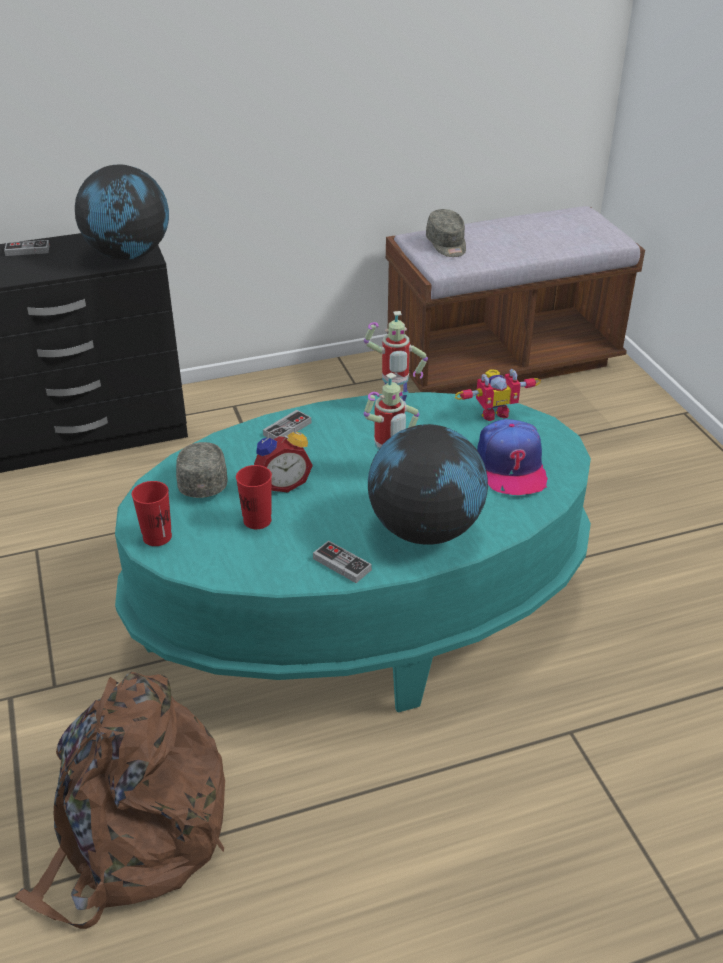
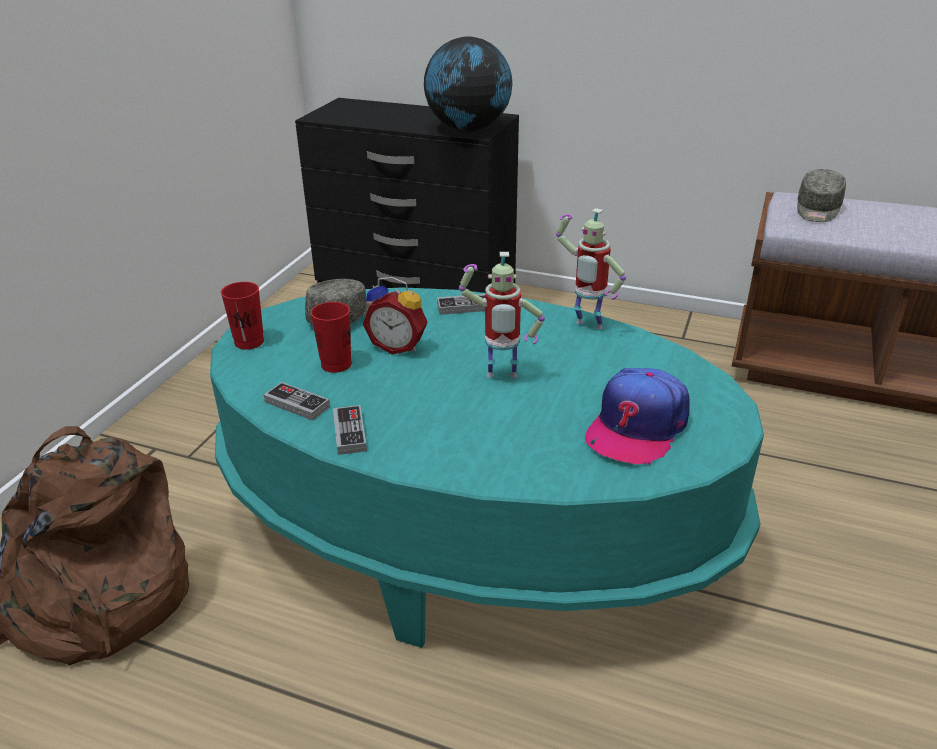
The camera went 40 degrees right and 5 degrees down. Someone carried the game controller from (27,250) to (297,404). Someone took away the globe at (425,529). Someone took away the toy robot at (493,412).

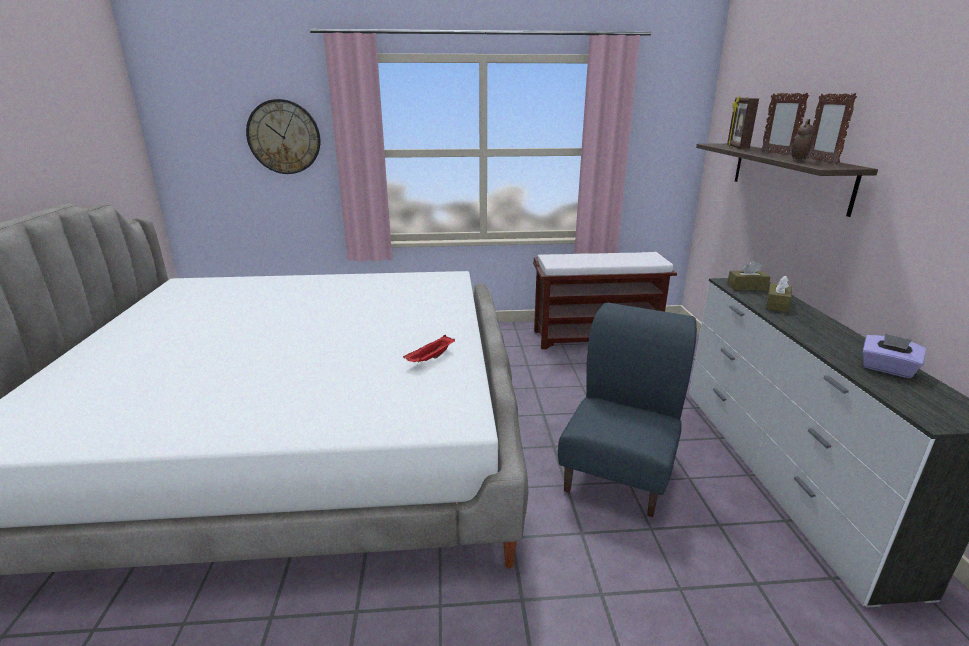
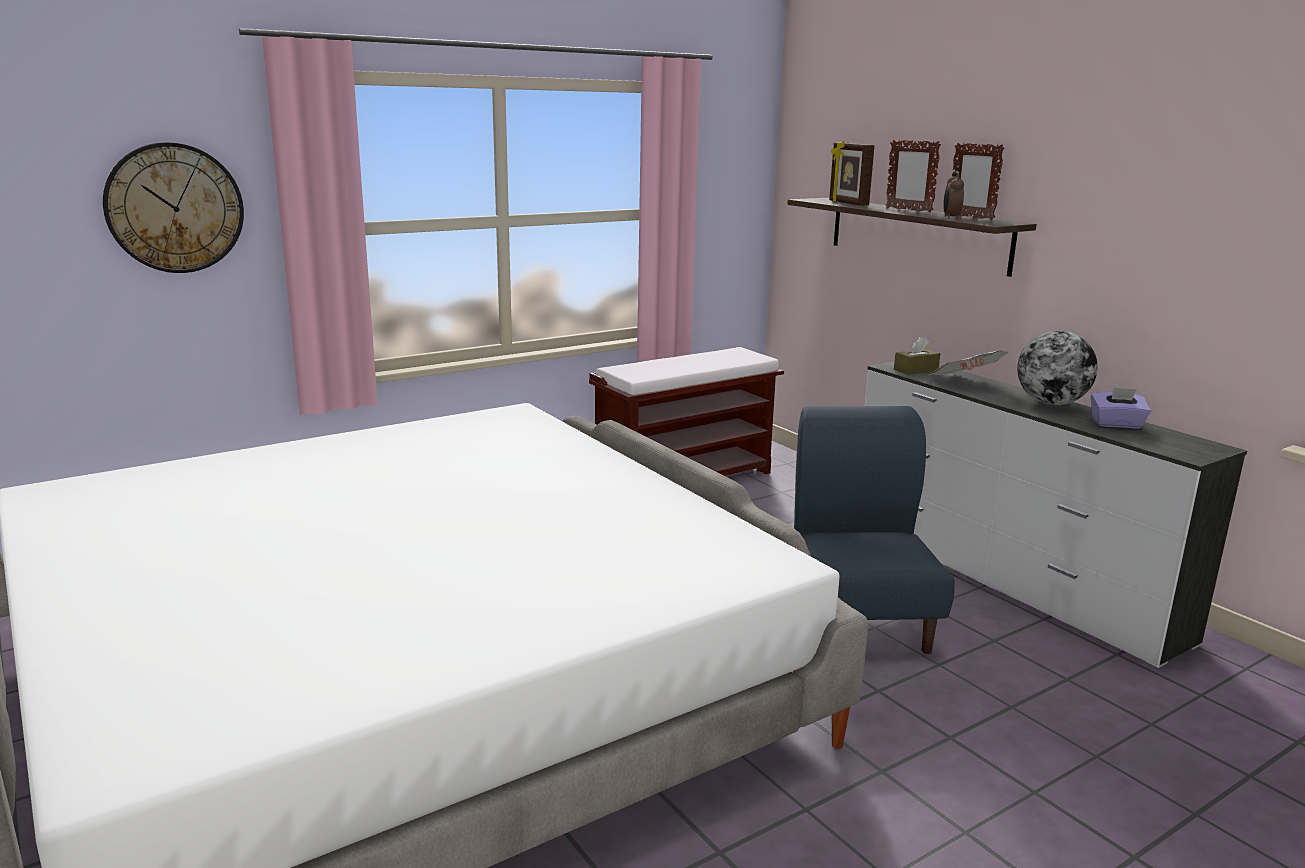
The camera went 30 degrees left and 5 degrees down. Someone swapped the tissue box in brown at (777,304) for the newspaper at (964,383). Someone put down the globe at (1051,403). Someone took away the tray in red at (430,359).

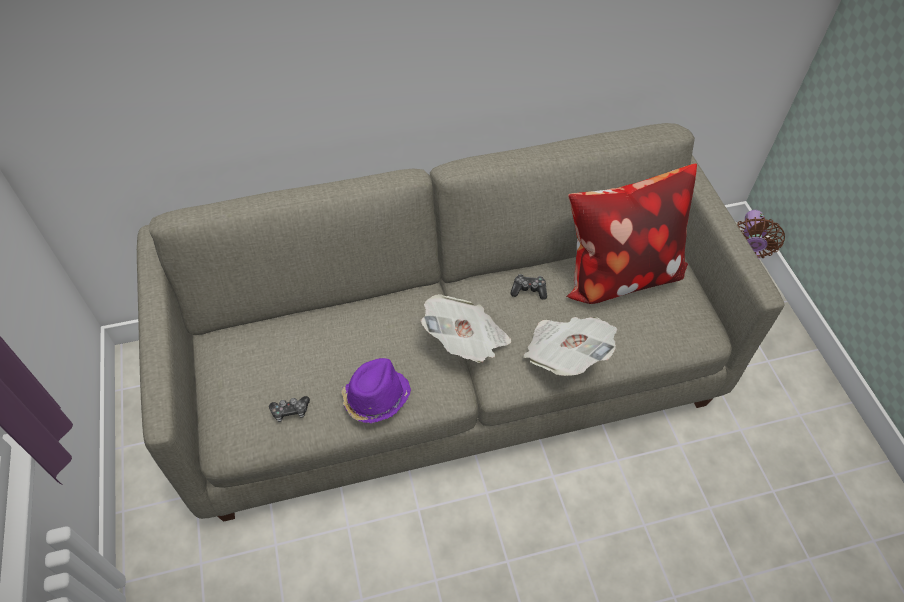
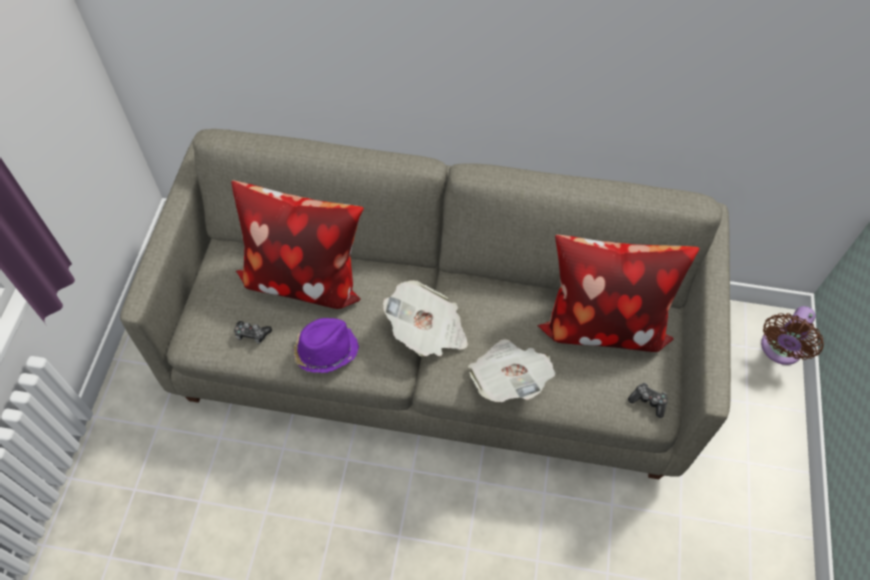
The camera went 25 degrees right and 5 degrees up. Someone put down the pillow at (303,277). Someone carried the game controller from (528,290) to (648,401).

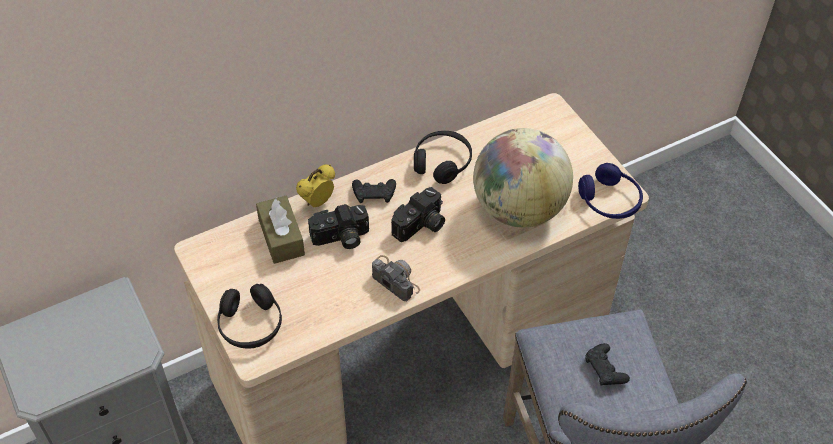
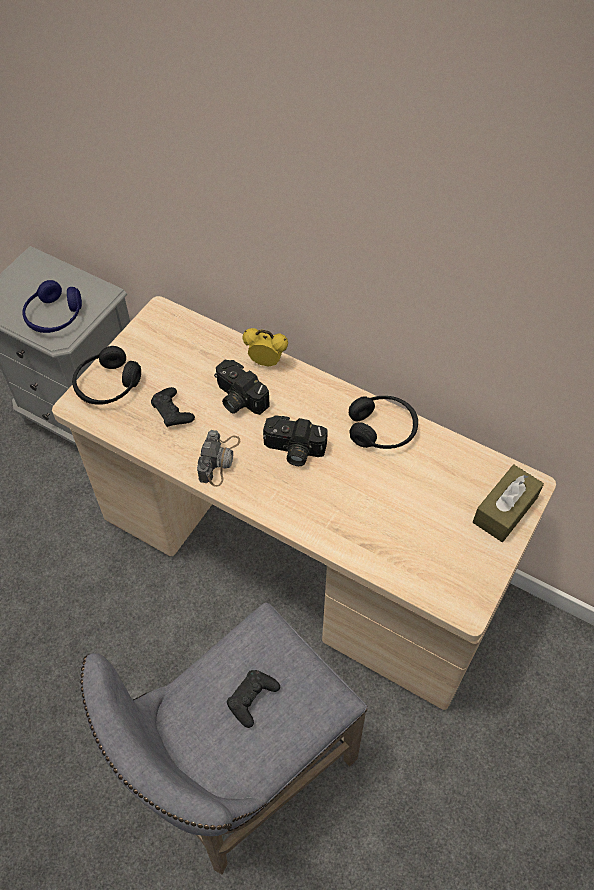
The camera went 60 degrees right and 5 degrees up. Someone carried the headphones in blue from (609,201) to (54,316). Someone carried the game controller in black from (374,193) to (172,411). Someone carried the tissue box in brown from (281,237) to (505,510). Someone took away the globe at (518,208).

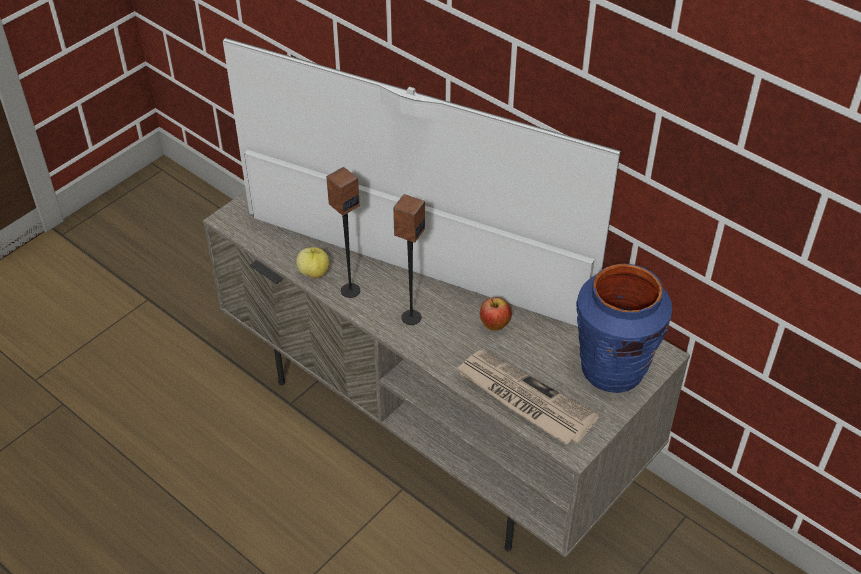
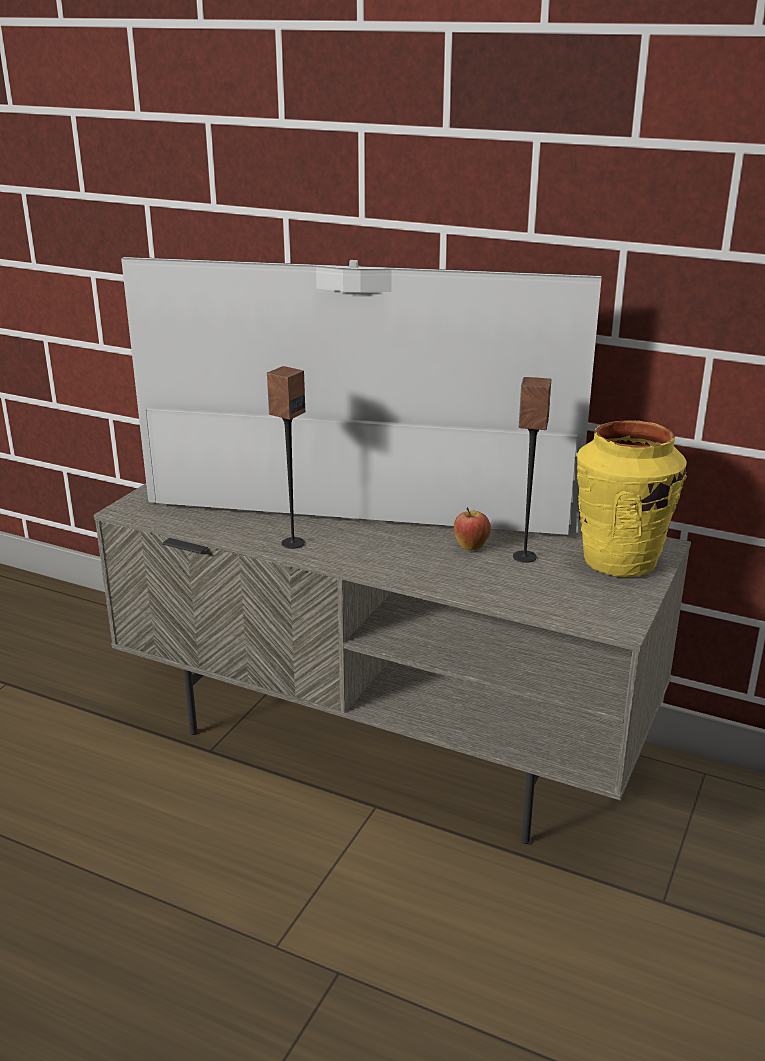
The camera went 15 degrees left and 20 degrees down. Someone carried the speaker from (411,317) to (524,557). Someone repainted the vase in blue at (612,369), which became the vase in yellow at (619,561). Someone took away the apple at (314,273). Someone took away the newspaper at (523,399).

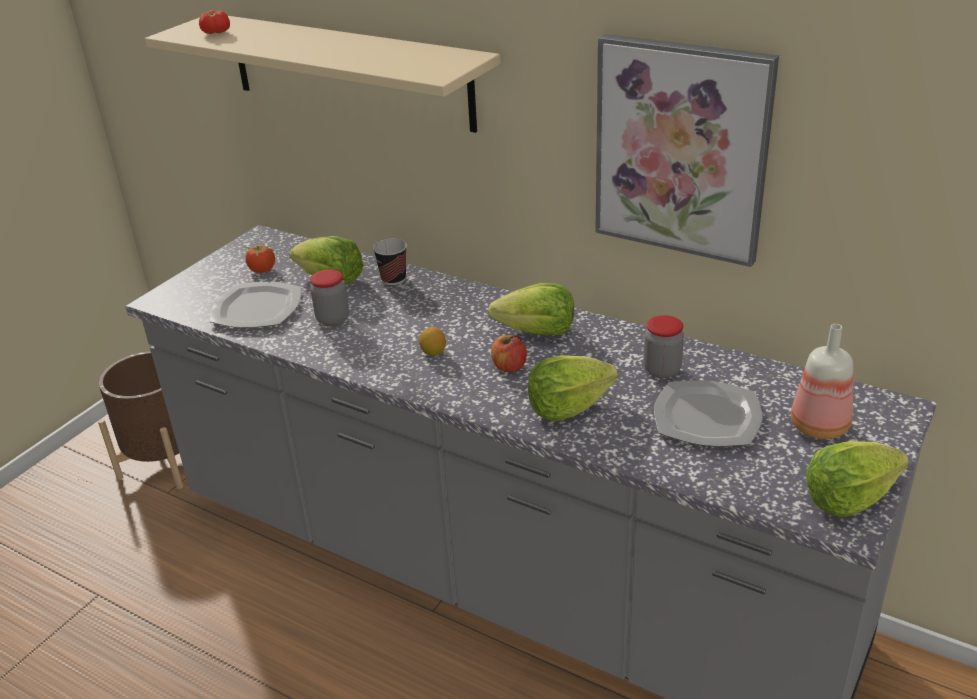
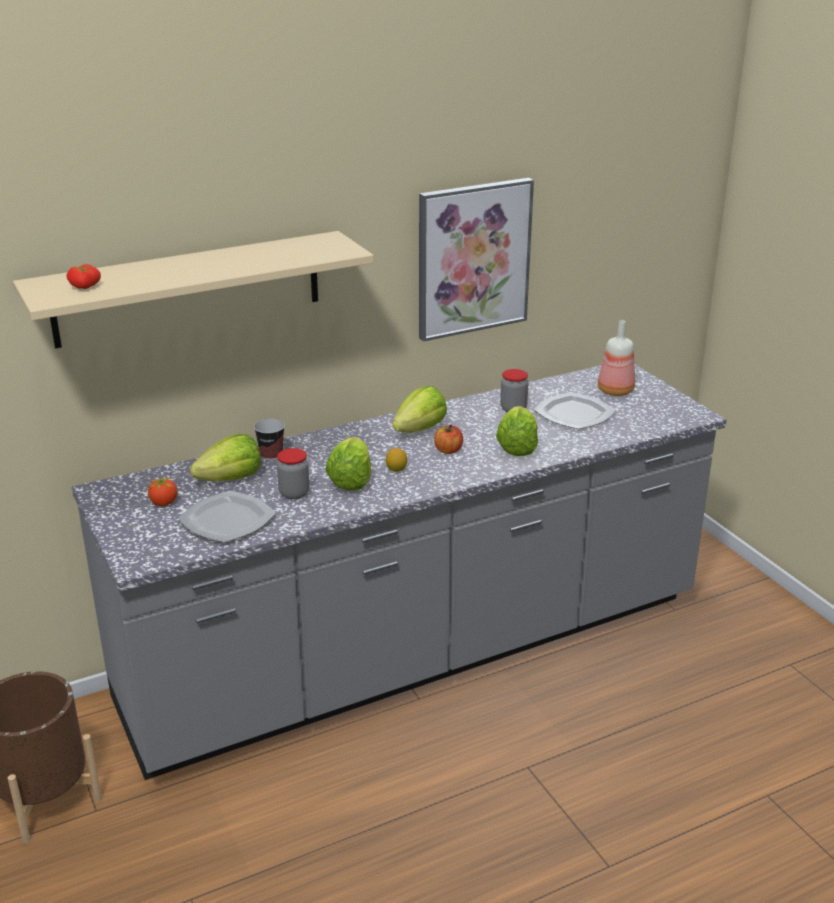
The camera went 60 degrees left and 5 degrees down. Someone carried the lettuce from (849,499) to (351,480).

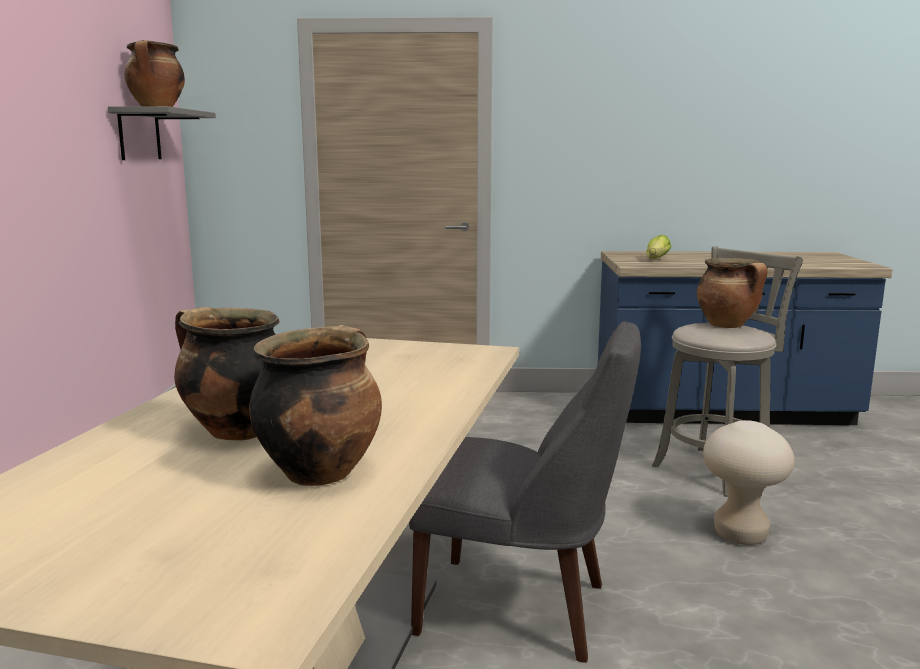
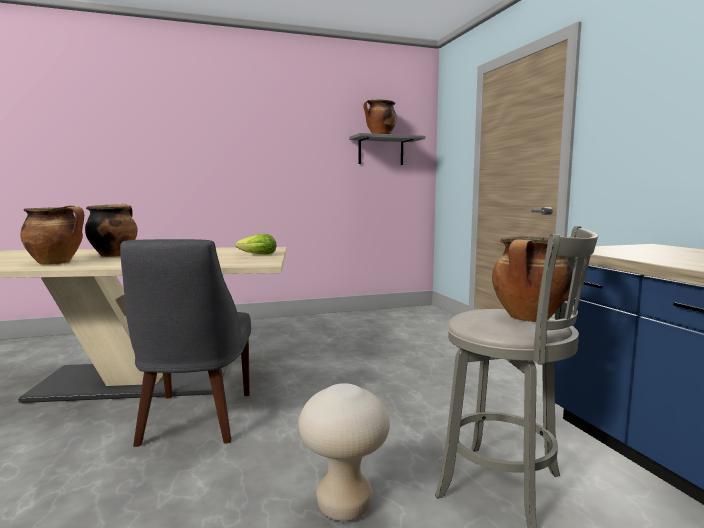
The camera went 70 degrees right and 5 degrees down. Someone carried the lettuce from (656,259) to (256,254).

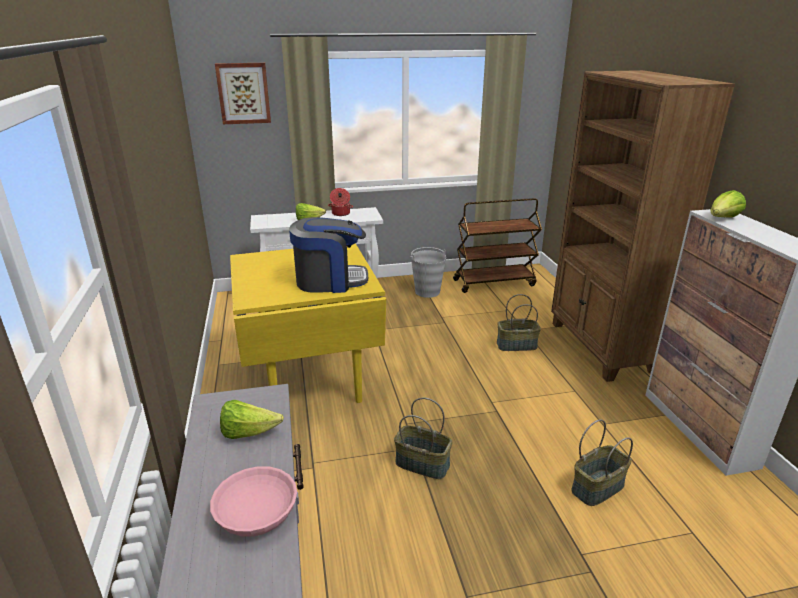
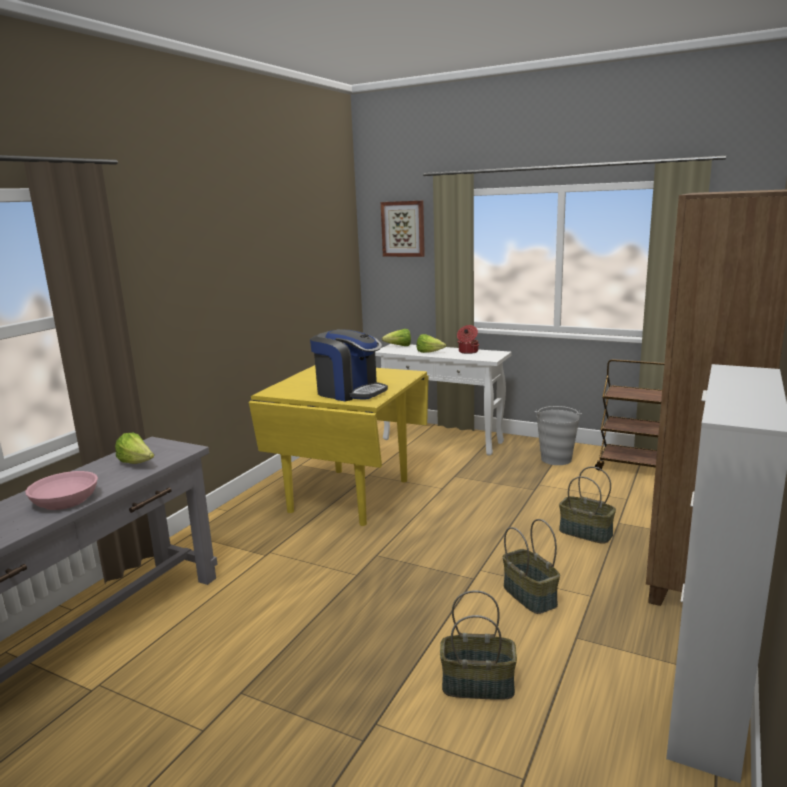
The camera went 40 degrees right and 10 degrees down. Someone carried the lettuce from (722,219) to (399,346). Someone carried the basket from (423,463) to (530,596).

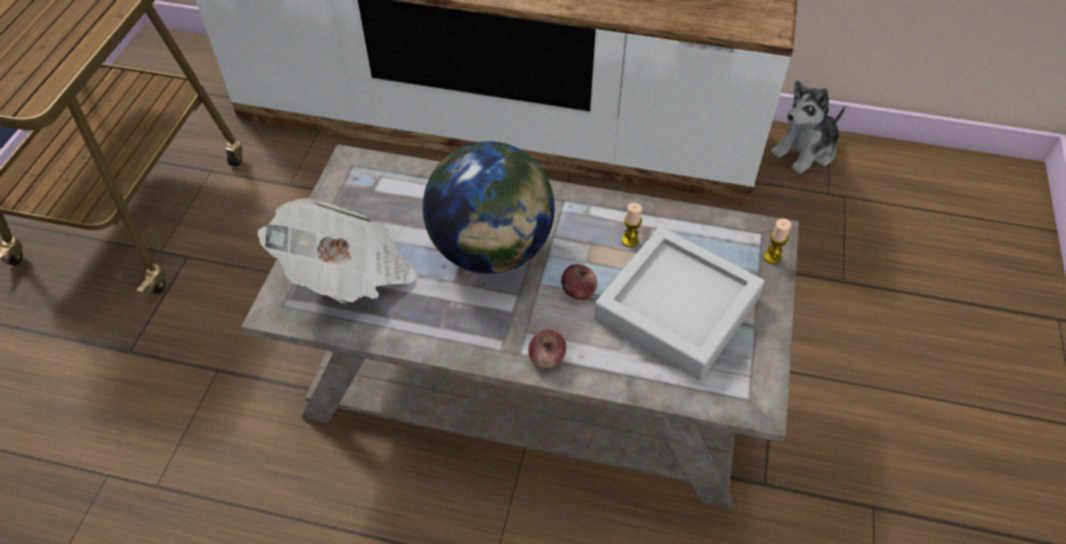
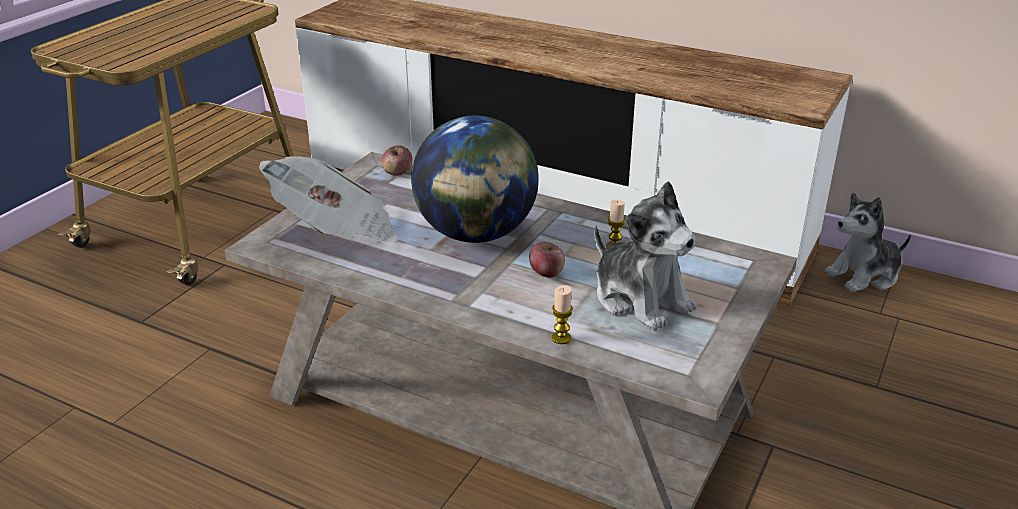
The camera went 15 degrees right and 20 degrees down. Someone carried the apple from (547,358) to (397,172). Someone carried the candle from (772,257) to (561,338). Someone swapped the tray in grey at (677,308) for the plush toy at (641,299).

